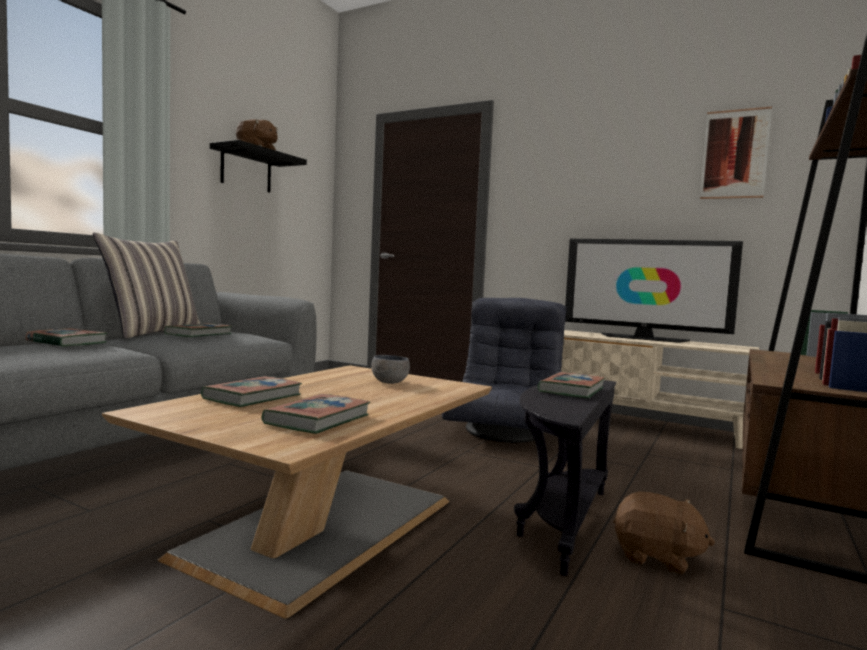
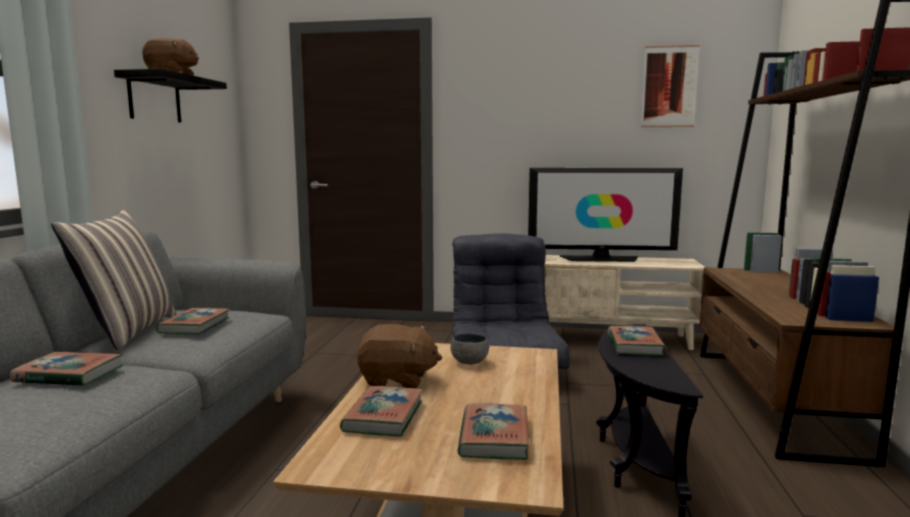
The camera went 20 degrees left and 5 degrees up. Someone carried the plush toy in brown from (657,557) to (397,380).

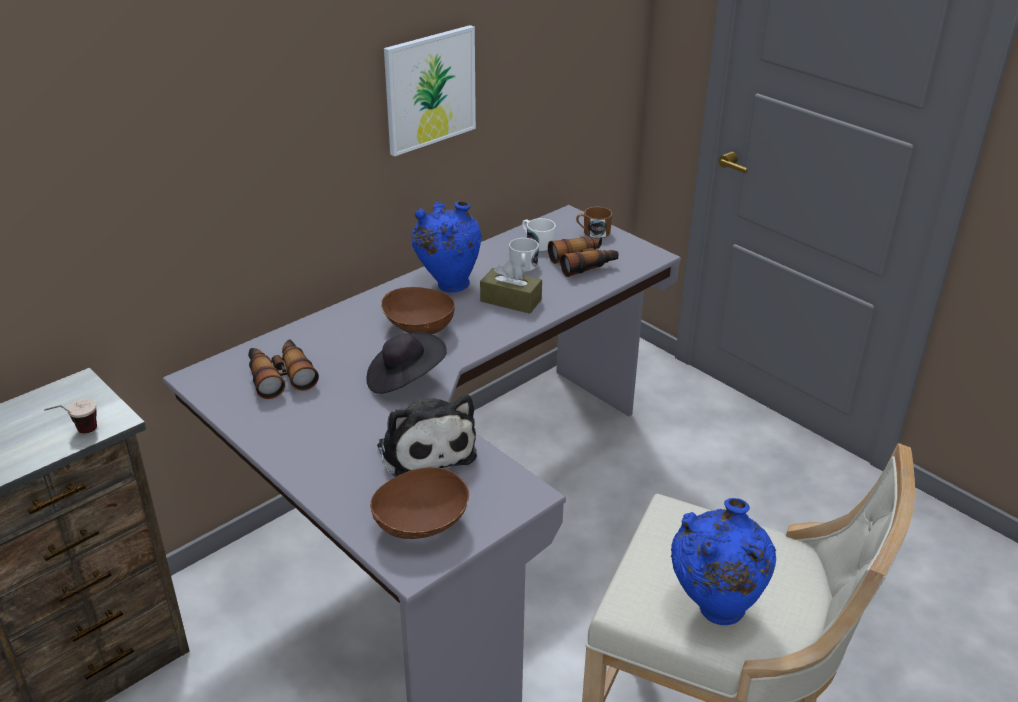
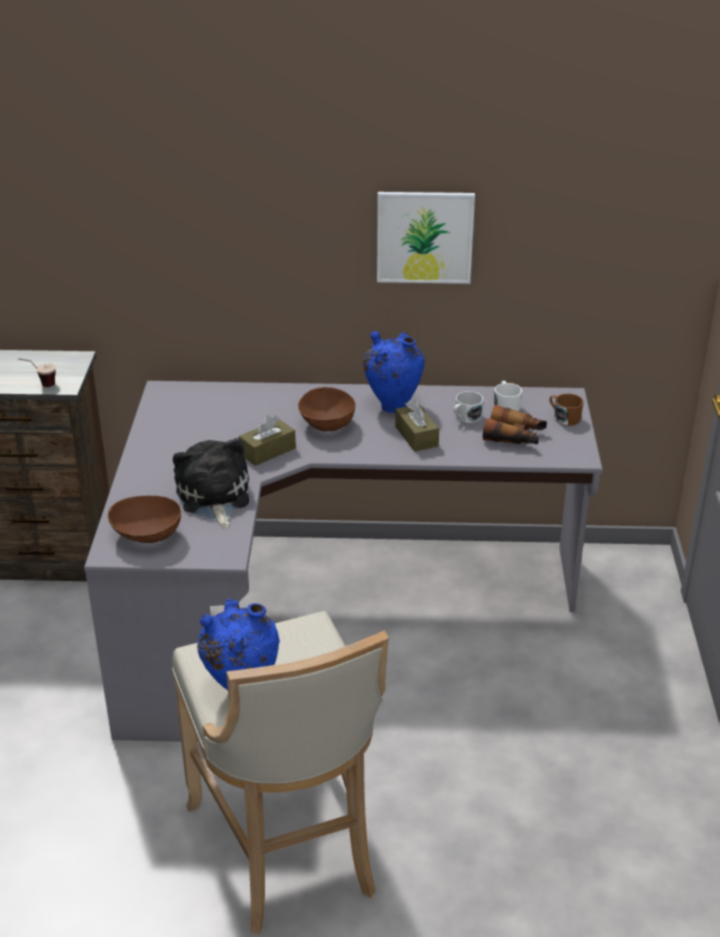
The camera went 45 degrees right and 0 degrees up. Someone rotated the plush toy at (425,449) by 150 degrees clockwise. Someone swapped the hat in black at (404,379) for the tissue box in brown at (267,451). Someone took away the binoculars at (280,376).

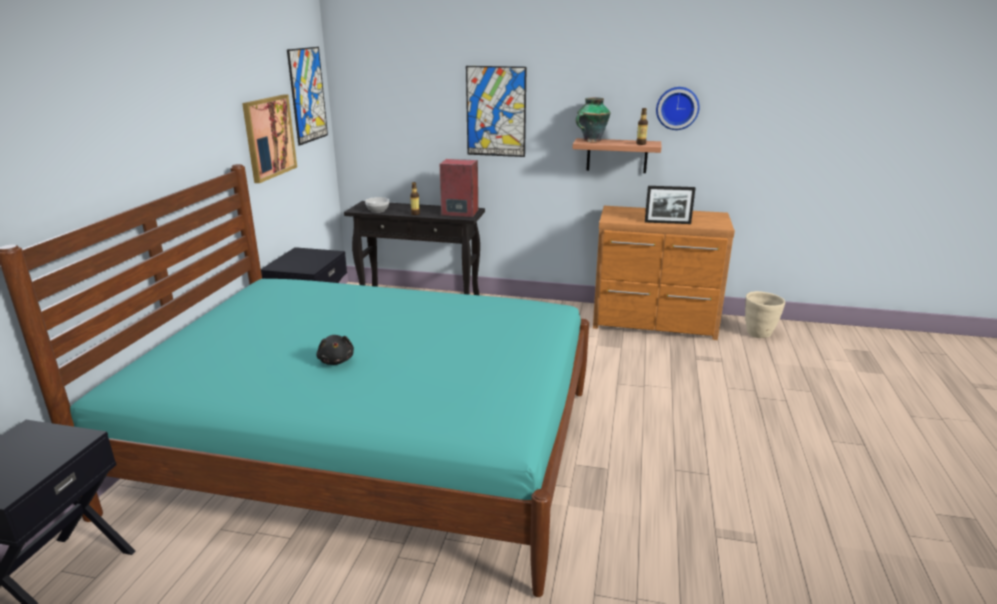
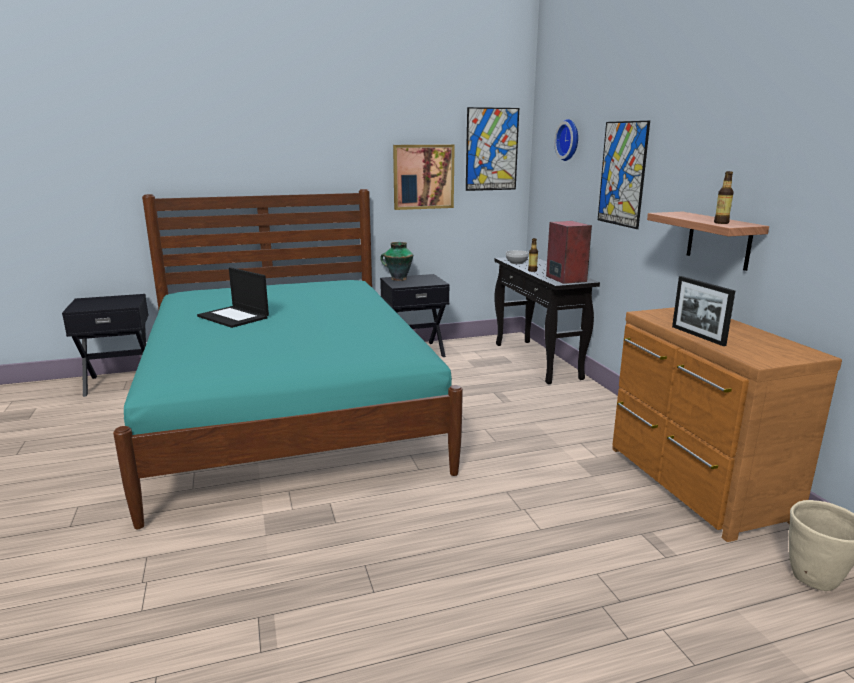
The camera went 60 degrees right and 5 degrees down. Someone swapped the plush toy in black at (336,360) for the laptop at (234,317). Someone carried the vase from (591,140) to (398,279). Someone carried the wall clock from (677,108) to (569,140).

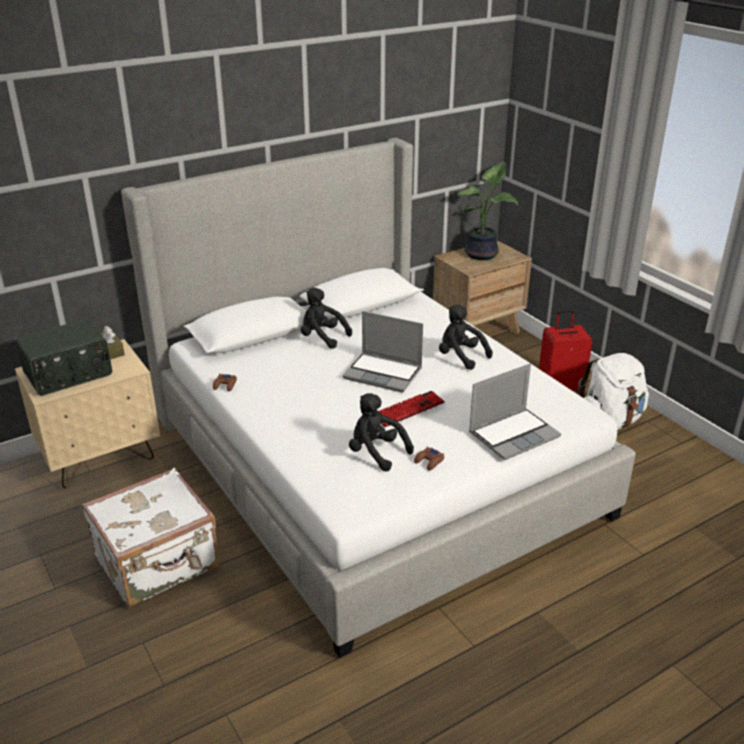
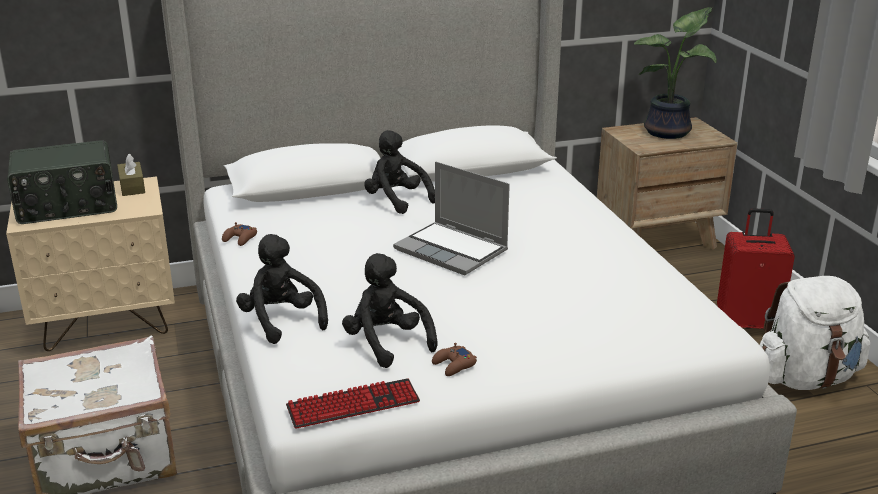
The camera went 15 degrees right and 5 degrees down. Someone carried the plush toy in black from (460,357) to (281,321). Someone carried the keyboard from (408,410) to (353,405). Someone took away the laptop at (514,434).

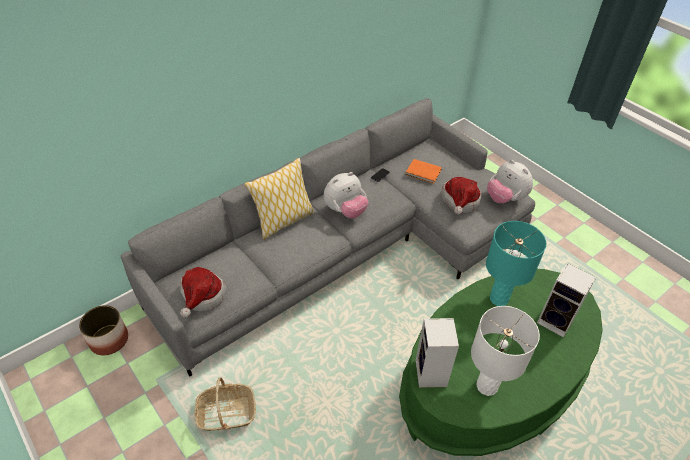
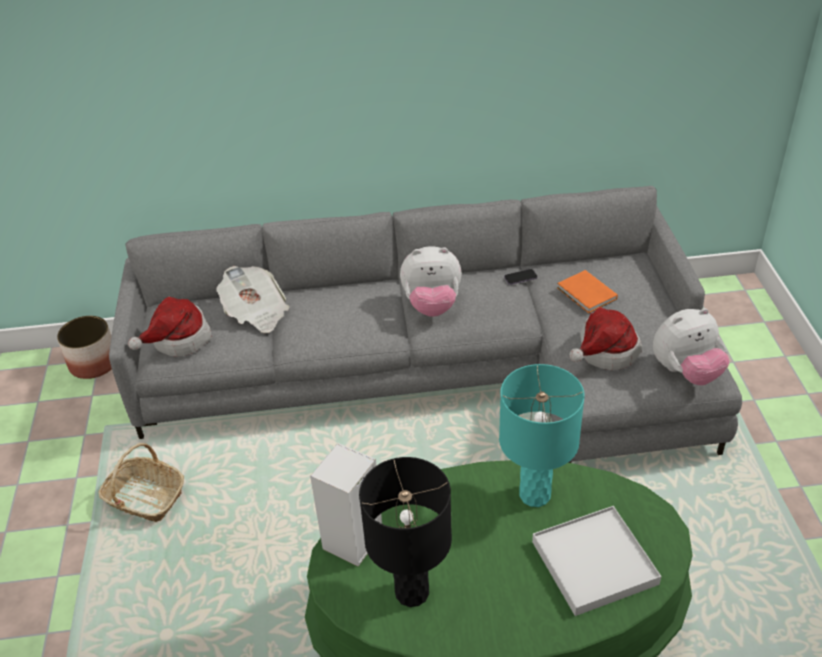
The camera went 35 degrees right and 5 degrees down. Someone put down the newspaper at (256,313). Someone repainted the table lamp in white at (487,385), which became the table lamp in black at (412,592). Someone swapped the speaker at (556,321) for the tray in white at (594,563). Someone rotated the plush toy at (505,198) by 105 degrees counterclockwise. Someone took away the pillow at (283,221).

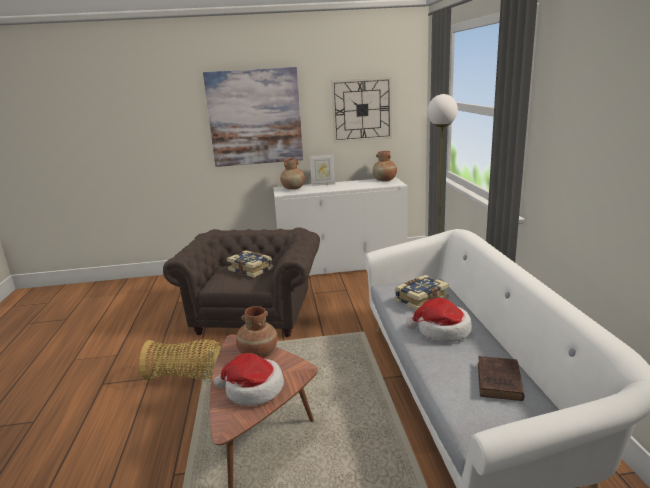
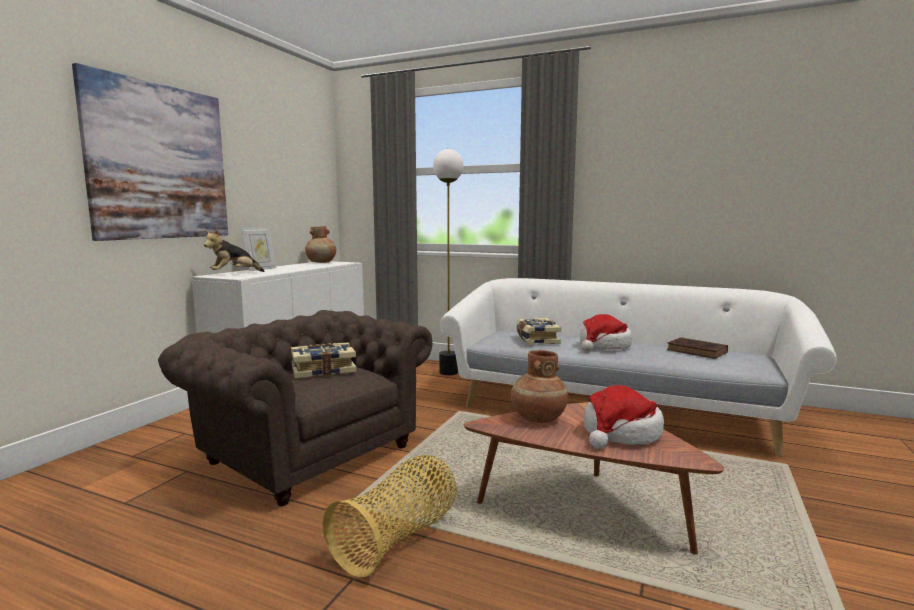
The camera went 60 degrees left and 10 degrees down. Someone swapped the vase in brown at (293,188) for the plush toy at (234,274). Someone took away the wall clock at (362,110).

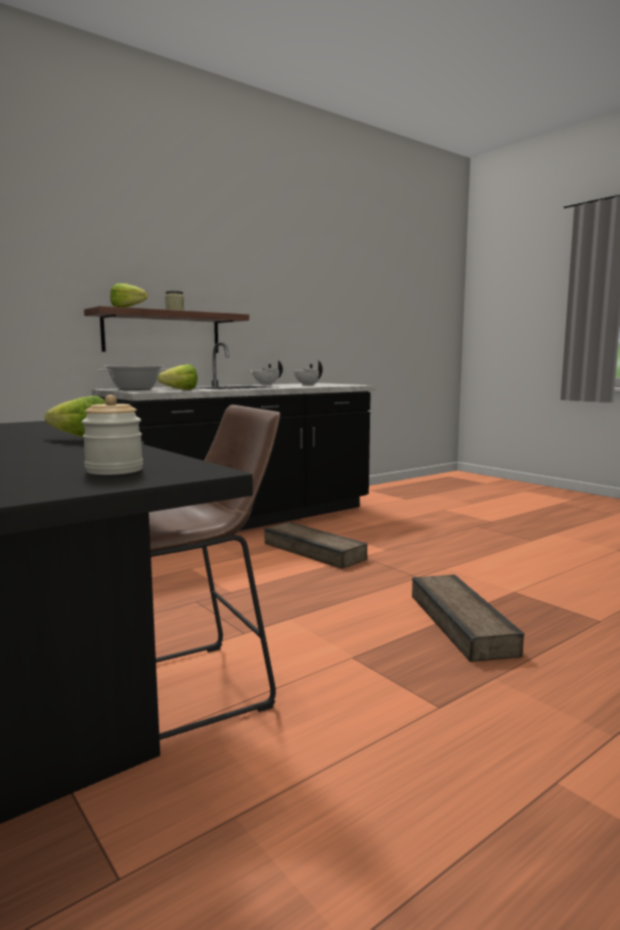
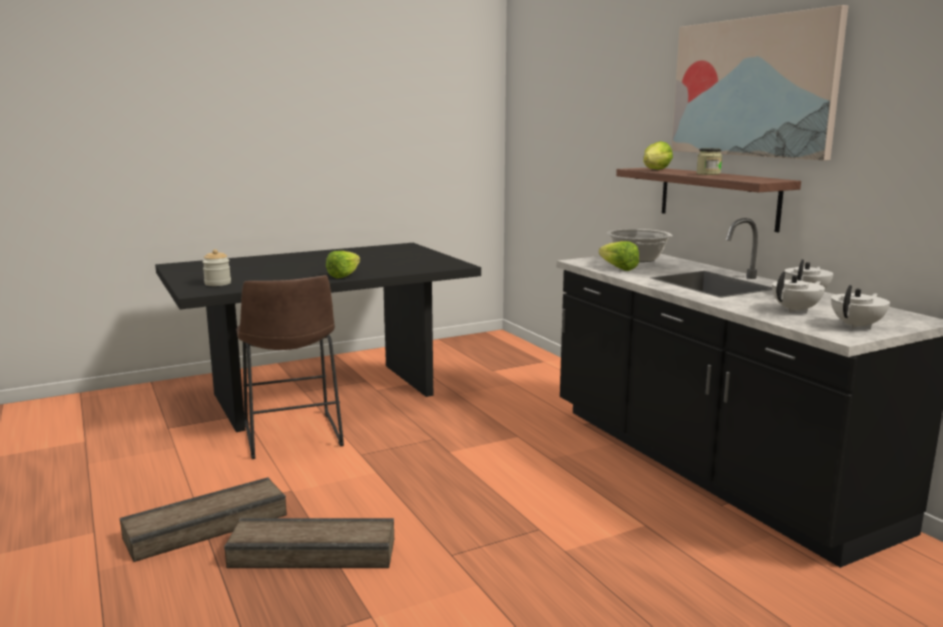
The camera went 100 degrees right and 5 degrees up. Someone carried the crate from (314,551) to (208,527). Someone put up the picture at (752,87). Someone put down the teapot in white at (857,326).

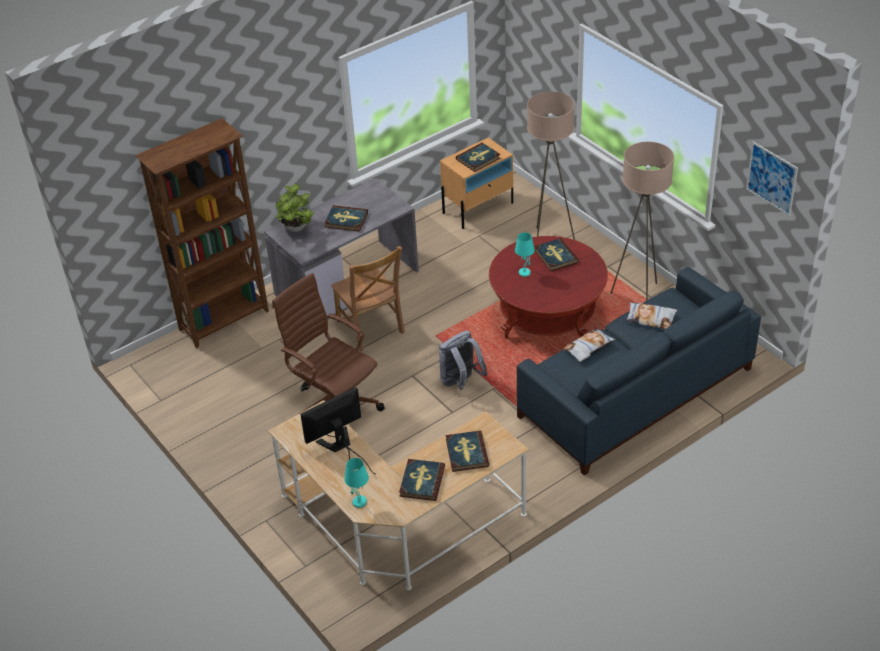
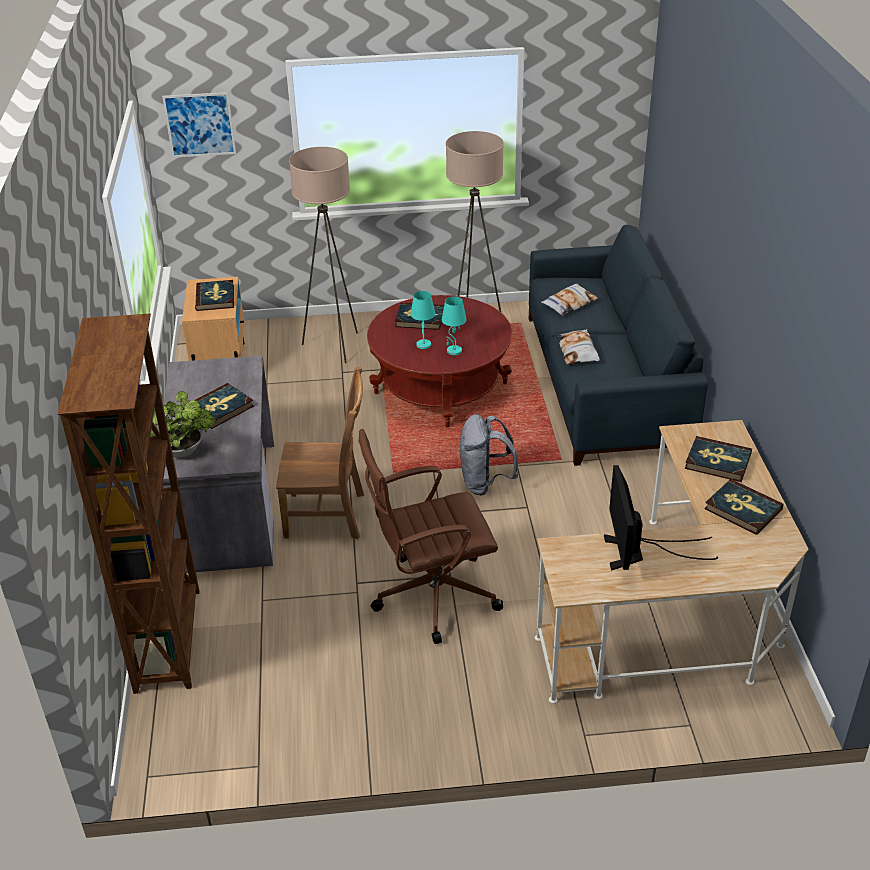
The camera went 60 degrees left and 5 degrees down. Someone carried the picture from (771,178) to (200,125). Someone carried the table lamp in turquoise from (359,502) to (454,351).

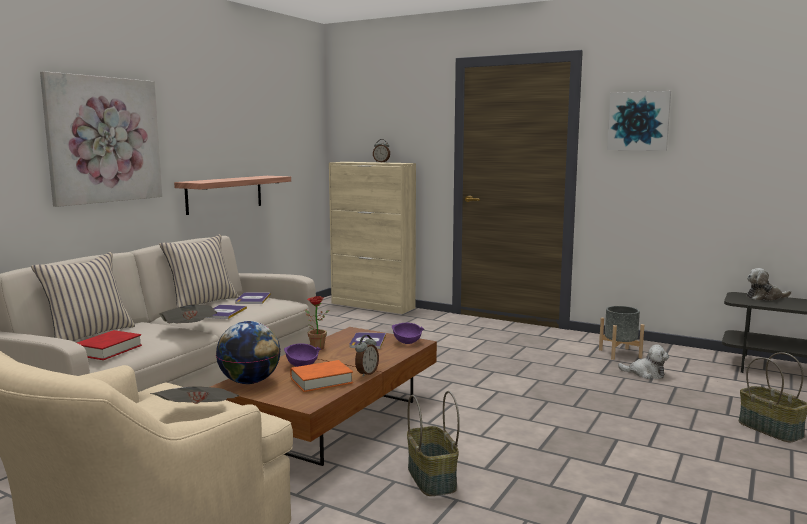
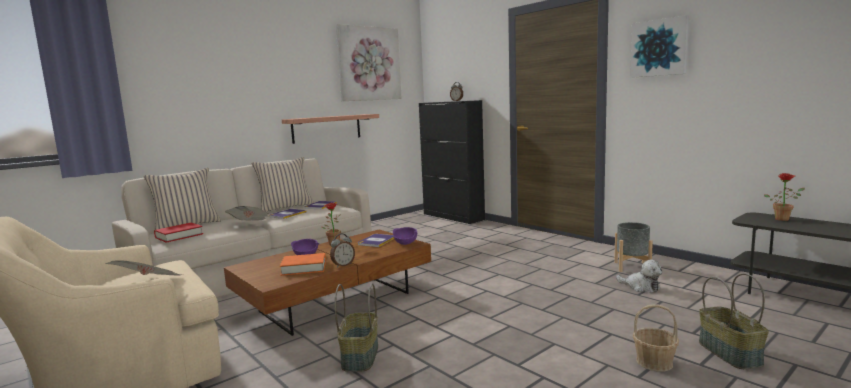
The camera went 20 degrees right and 0 degrees up. Someone carried the picture from (104,140) to (369,64). Someone repainted the cabinet in beige at (373,305), which became the cabinet in black at (453,217). Someone put down the basket at (654,362). Someone swapped the plush toy at (765,297) for the potted plant at (783,219). Someone took away the globe at (250,382).

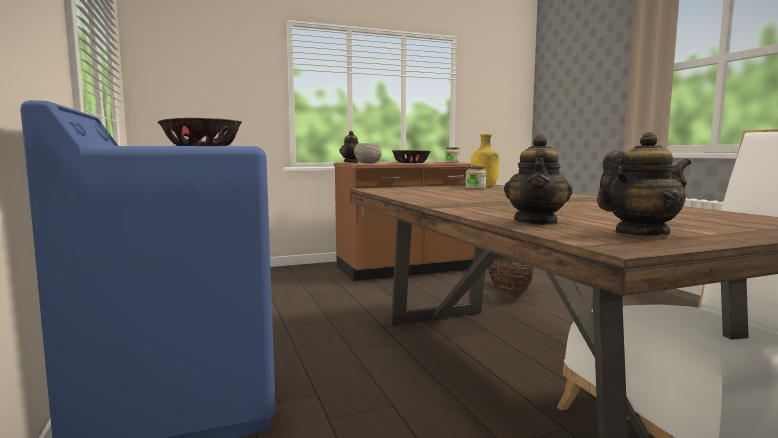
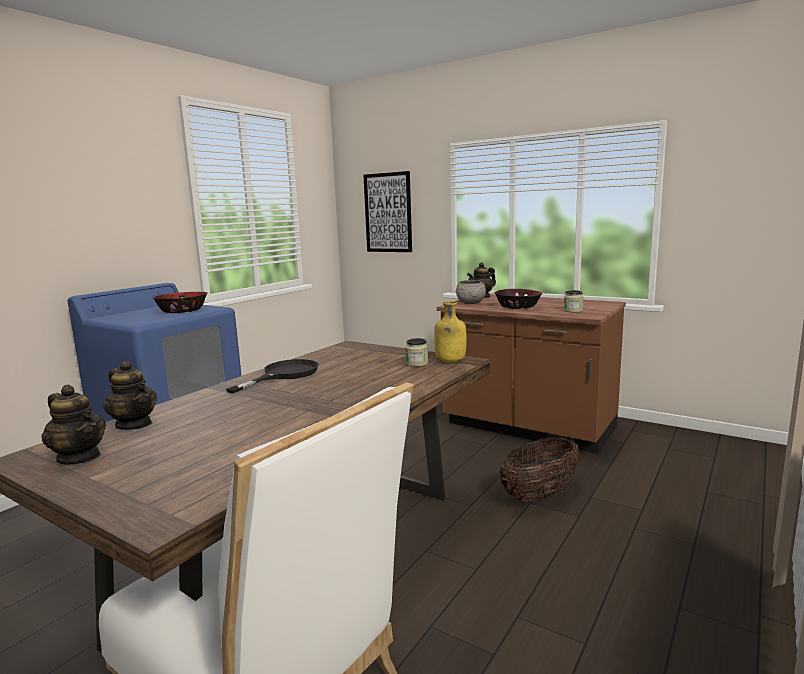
The camera went 55 degrees right and 5 degrees up. Someone rotated the teapot at (536,222) by 120 degrees counterclockwise. Someone put down the frying pan in black at (284,375). Someone put up the picture at (388,213).

